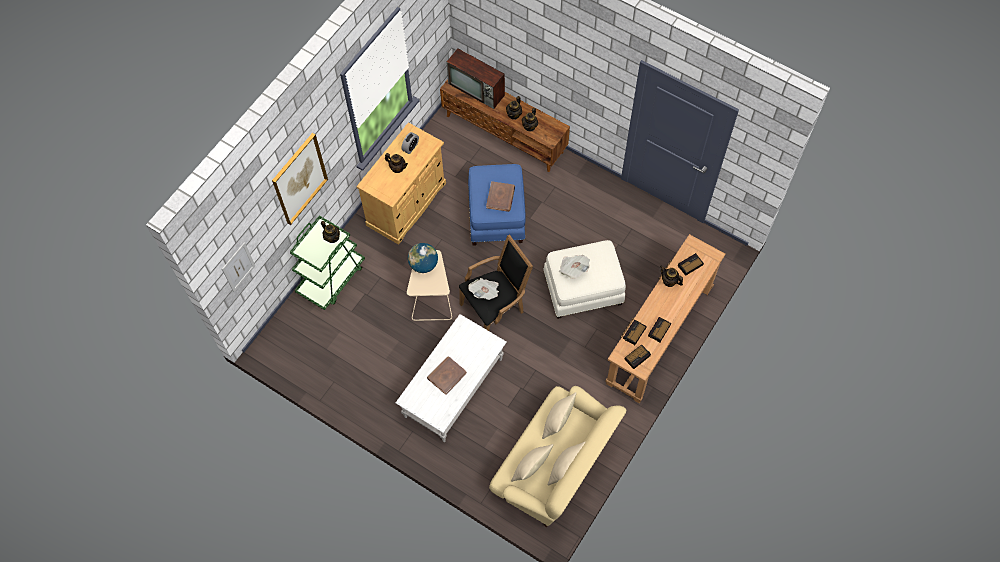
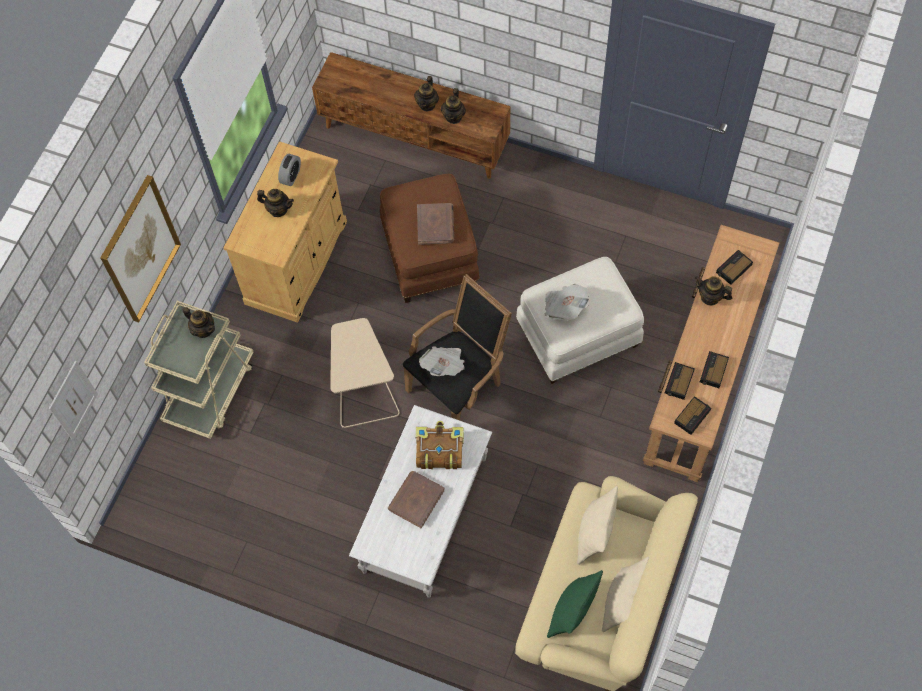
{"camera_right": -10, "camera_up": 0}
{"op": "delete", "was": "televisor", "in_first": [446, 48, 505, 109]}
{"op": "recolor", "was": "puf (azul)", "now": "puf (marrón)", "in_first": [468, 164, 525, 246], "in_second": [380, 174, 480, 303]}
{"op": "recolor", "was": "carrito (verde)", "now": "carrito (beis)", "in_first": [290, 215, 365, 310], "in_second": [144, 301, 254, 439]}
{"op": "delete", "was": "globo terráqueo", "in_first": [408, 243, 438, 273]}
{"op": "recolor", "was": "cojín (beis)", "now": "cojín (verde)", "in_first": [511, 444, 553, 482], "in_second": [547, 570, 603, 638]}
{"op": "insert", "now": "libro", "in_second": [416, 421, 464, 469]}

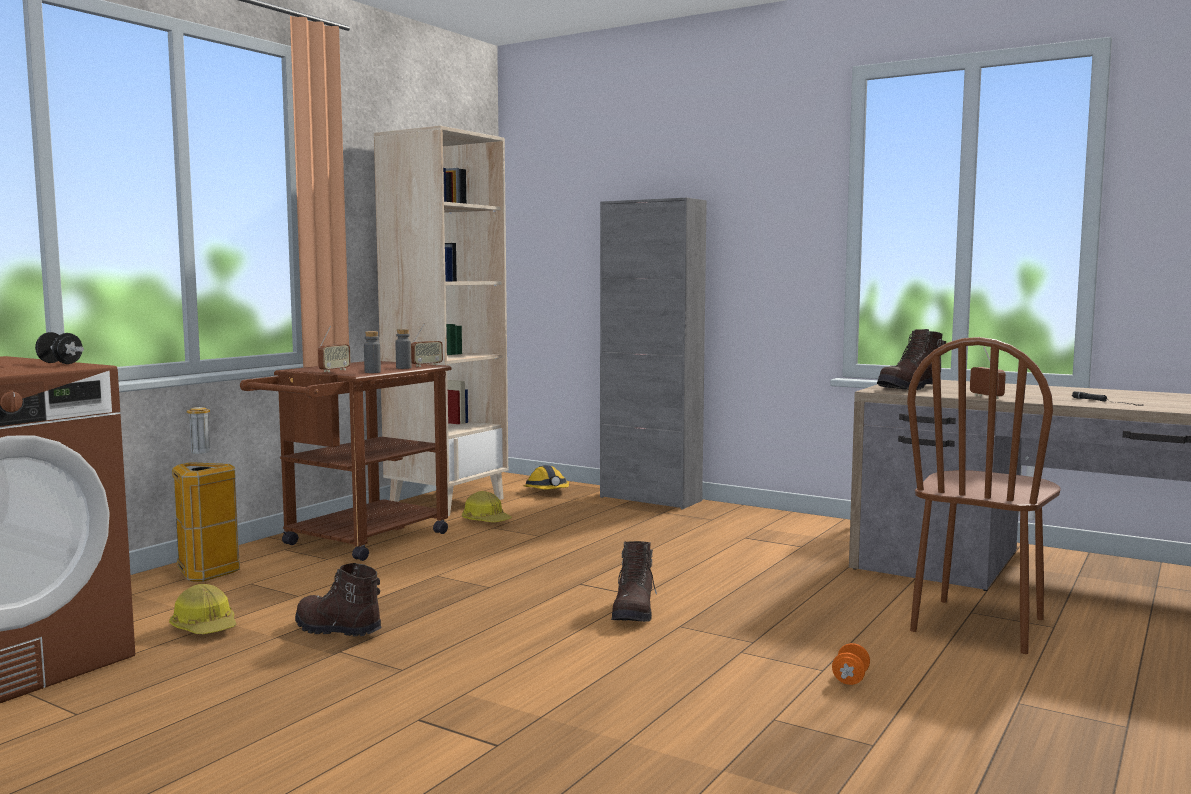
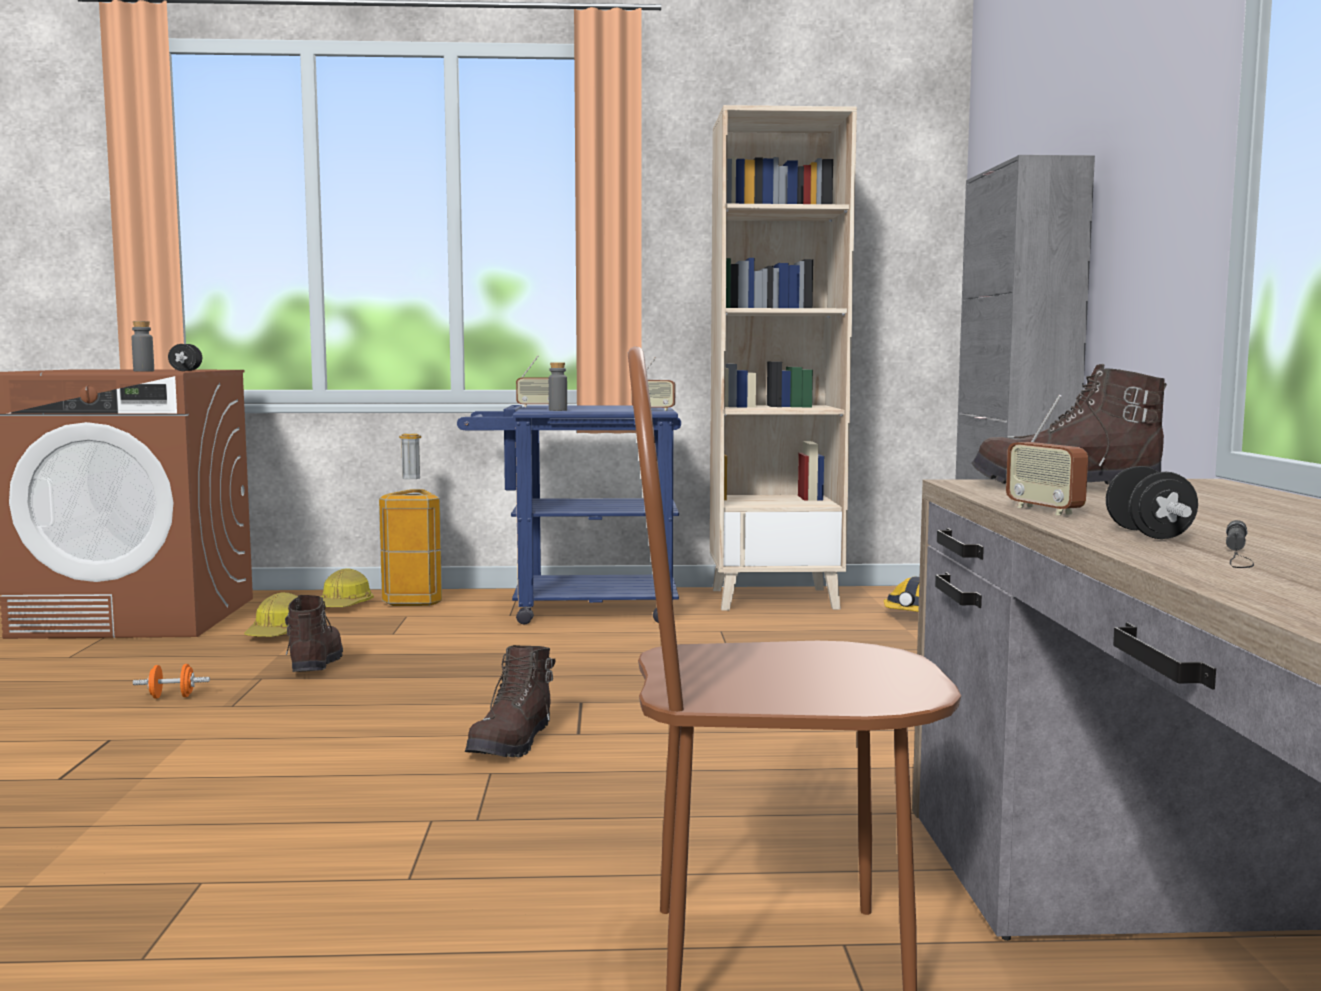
{"camera_right": 55, "camera_up": 0}
{"op": "move", "was": "botella (gris)", "in_first": [395, 329, 412, 369], "in_second": [132, 321, 154, 372]}
{"op": "rotate", "was": "radio", "in_first": [970, 347, 1006, 399], "in_second": [1006, 395, 1088, 515], "clockwise": 120}
{"op": "recolor", "was": "carrito (marrón)", "now": "carrito (azul)", "in_first": [240, 361, 451, 561], "in_second": [457, 405, 681, 624]}
{"op": "move", "was": "casco", "in_first": [462, 491, 512, 522], "in_second": [320, 568, 374, 607]}
{"op": "rotate", "was": "bota (marrón)", "in_first": [611, 541, 657, 622], "in_second": [465, 645, 556, 757], "clockwise": -45}
{"op": "move", "was": "mancuerna (naranja)", "in_first": [832, 643, 870, 685], "in_second": [133, 664, 210, 699]}
{"op": "insert", "now": "mancuerna (negro)", "in_second": [1106, 466, 1198, 539]}

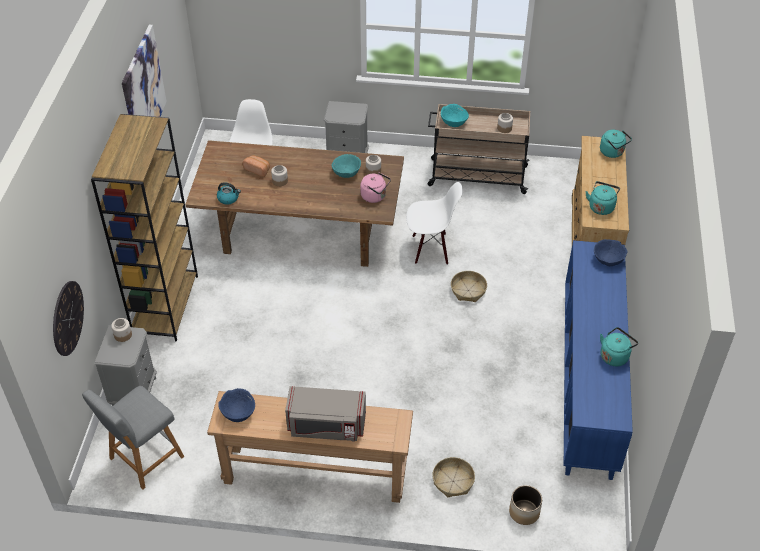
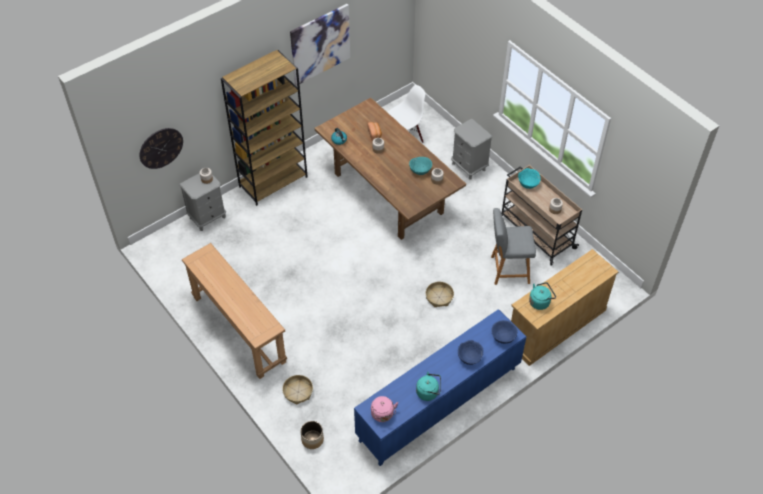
{"camera_right": 45, "camera_up": 5}
{"op": "delete", "was": "hervidor (turquesa)", "in_first": [600, 130, 632, 158]}
{"op": "move", "was": "hervidor (rosa)", "in_first": [360, 172, 391, 203], "in_second": [371, 396, 398, 422]}
{"op": "delete", "was": "silla (blanco)", "in_first": [406, 182, 463, 265]}
{"op": "move", "was": "taburete (gris)", "in_first": [82, 386, 184, 490], "in_second": [491, 208, 536, 285]}
{"op": "delete", "was": "microondas (gris)", "in_first": [285, 386, 366, 442]}
{"op": "move", "was": "cuenco (azul)", "in_first": [218, 388, 255, 422], "in_second": [458, 340, 484, 365]}

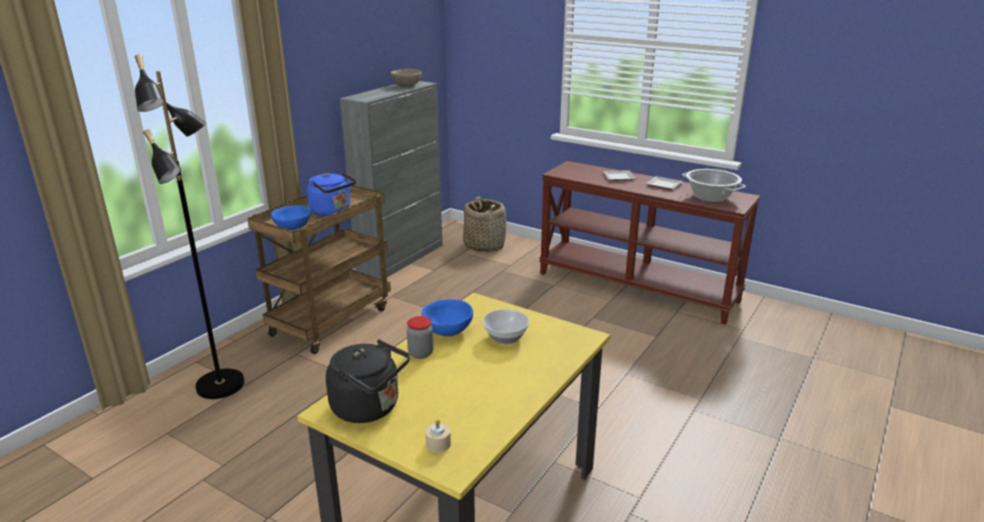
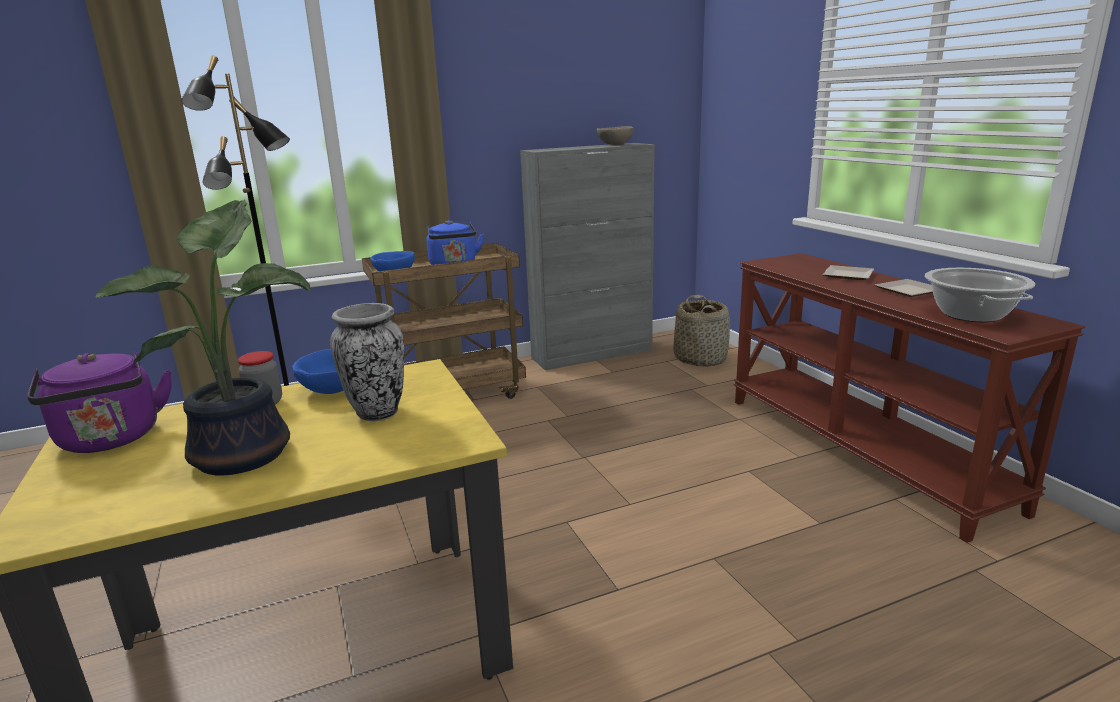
{"camera_right": 35, "camera_up": -5}
{"op": "replace", "was": "cuenco", "now": "florero", "in_first": [483, 309, 529, 344], "in_second": [330, 303, 404, 421]}
{"op": "recolor", "was": "hervidor (negro)", "now": "hervidor (morado)", "in_first": [326, 339, 410, 423], "in_second": [27, 351, 172, 453]}
{"op": "delete", "was": "vela (beis)", "in_first": [425, 420, 451, 453]}
{"op": "insert", "now": "planta en maceta", "in_second": [95, 199, 311, 475]}

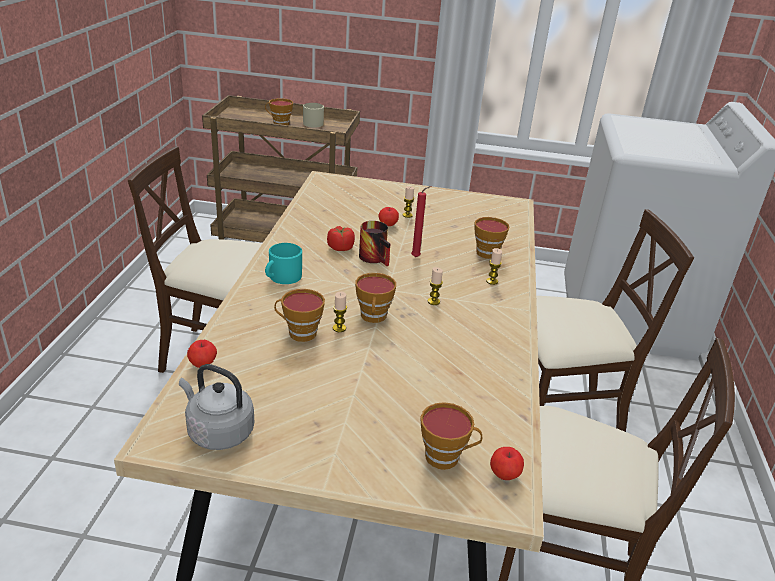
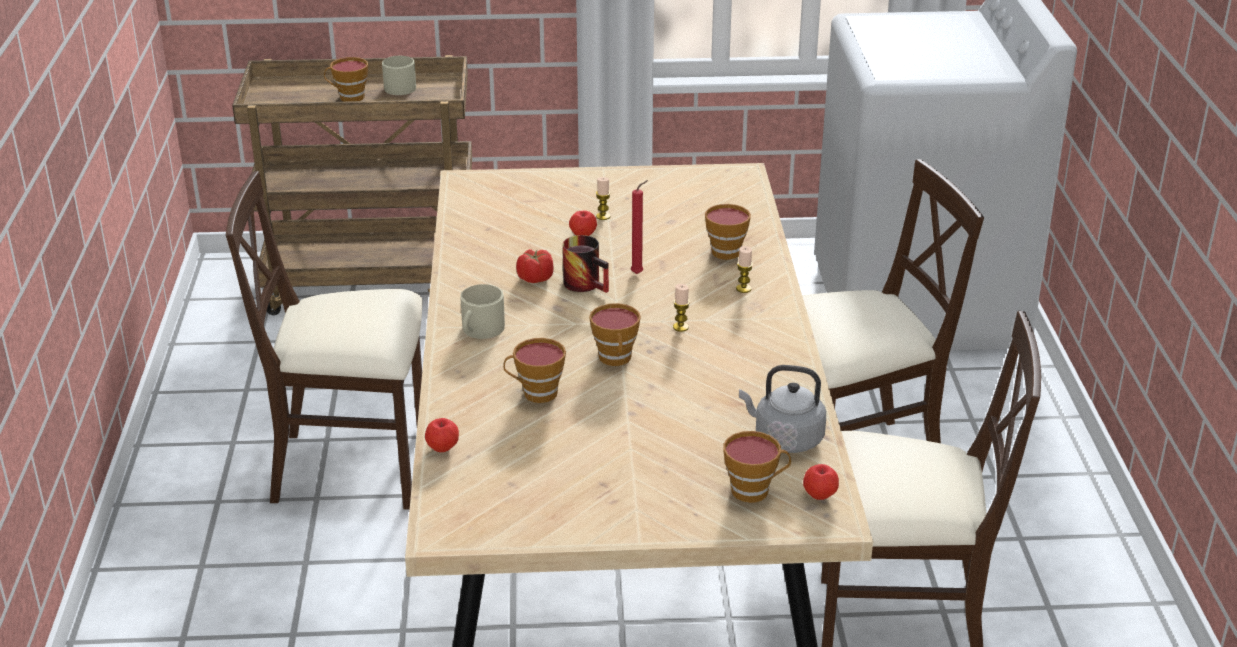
{"camera_right": -10, "camera_up": 0}
{"op": "recolor", "was": "taza grande (turquesa)", "now": "taza grande (beis)", "in_first": [265, 243, 302, 284], "in_second": [460, 284, 505, 339]}
{"op": "delete", "was": "vela", "in_first": [333, 292, 347, 332]}
{"op": "move", "was": "hervidor (gris)", "in_first": [179, 364, 255, 450], "in_second": [739, 365, 826, 453]}

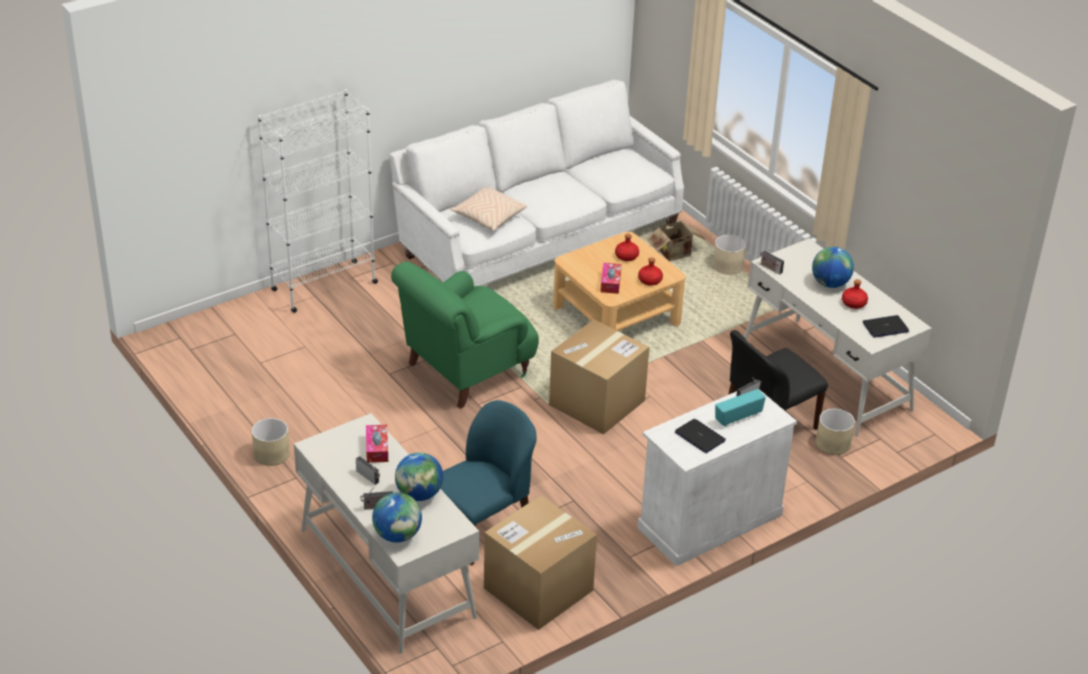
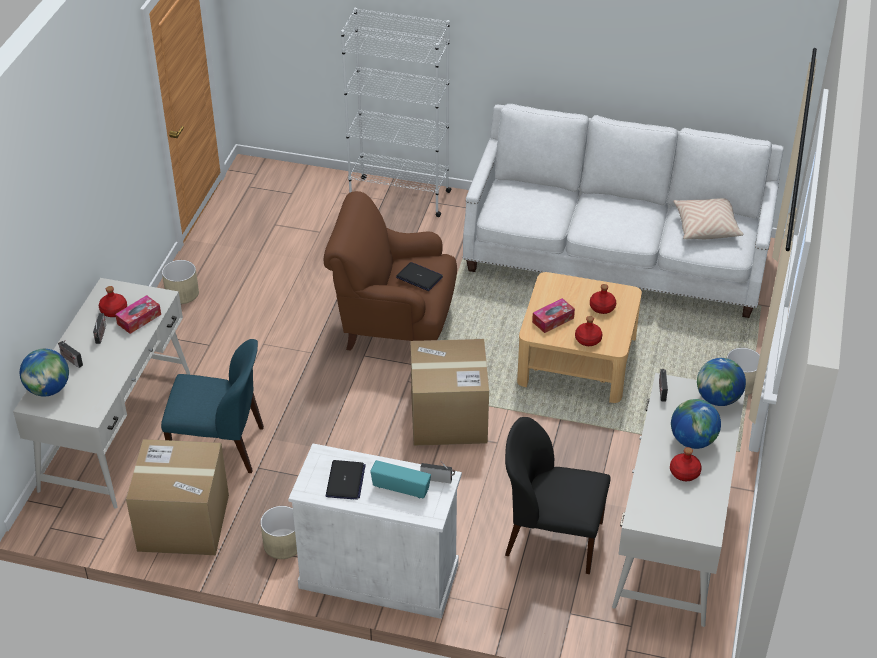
{"camera_right": 50, "camera_up": 5}
{"op": "move", "was": "cojín (beis)", "in_first": [450, 187, 527, 231], "in_second": [673, 198, 743, 239]}
{"op": "delete", "was": "caja de cartón", "in_first": [646, 220, 704, 261]}
{"op": "recolor", "was": "sillón (verde)", "now": "sillón (marrón)", "in_first": [391, 261, 539, 409], "in_second": [324, 191, 457, 351]}
{"op": "move", "was": "portátil", "in_first": [863, 315, 909, 338], "in_second": [396, 262, 443, 291]}
{"op": "move", "was": "maceta (beis)", "in_first": [816, 408, 855, 455], "in_second": [260, 506, 297, 559]}
{"op": "move", "was": "globo terráqueo", "in_first": [395, 452, 443, 501], "in_second": [697, 358, 746, 406]}
{"op": "insert", "now": "botella (rojo)", "in_second": [99, 286, 127, 317]}

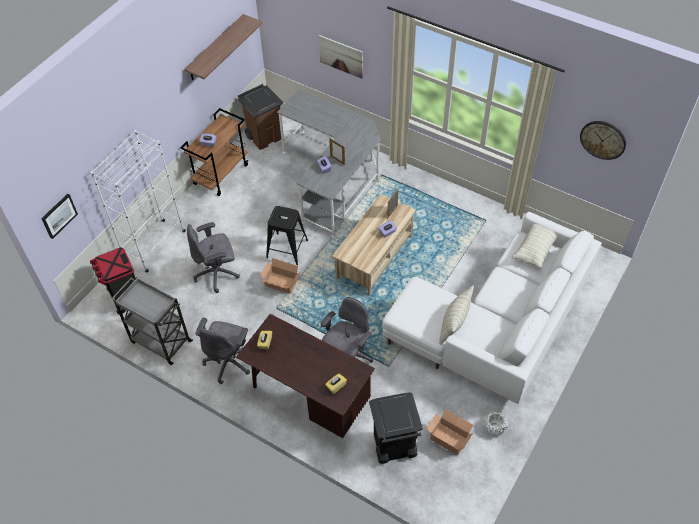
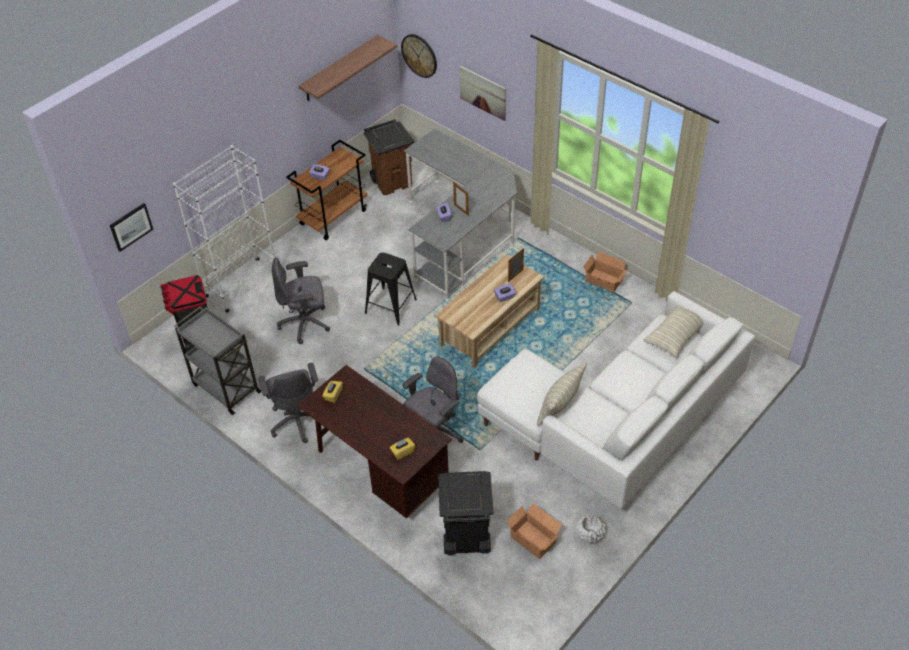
{"camera_right": 10, "camera_up": -5}
{"op": "move", "was": "reloj de pared", "in_first": [580, 121, 626, 160], "in_second": [401, 34, 437, 78]}
{"op": "move", "was": "caja de cartón", "in_first": [260, 258, 301, 294], "in_second": [583, 251, 629, 292]}
{"op": "rotate", "was": "silla de oficina (gris)", "in_first": [195, 318, 250, 384], "in_second": [258, 363, 318, 443], "clockwise": -45}

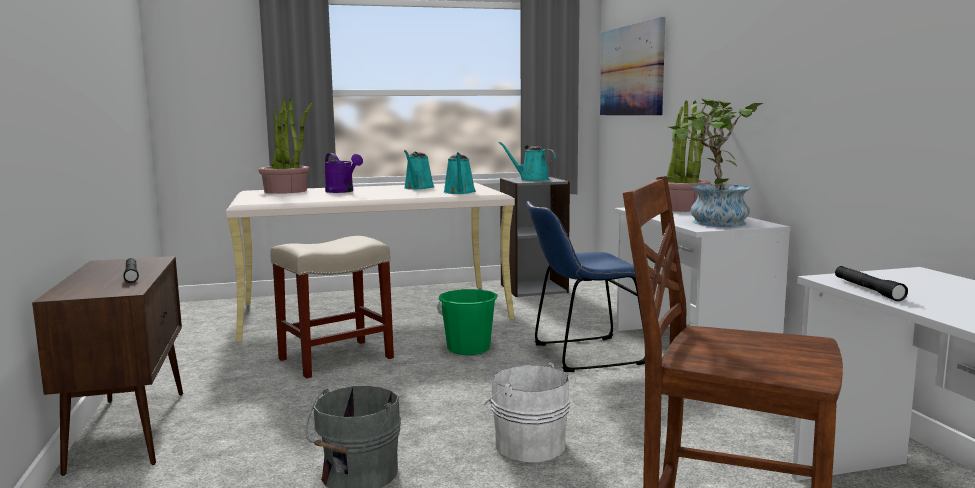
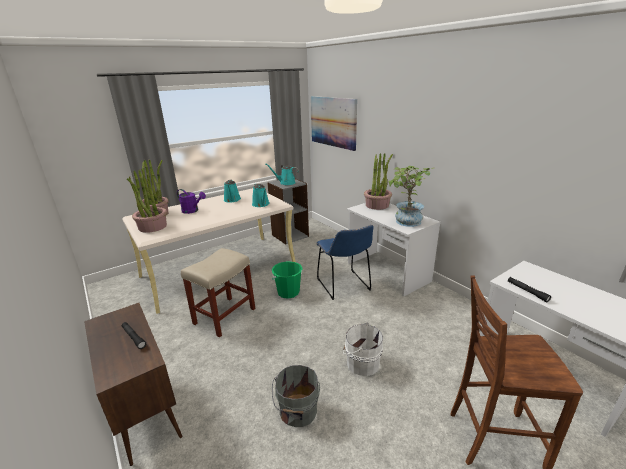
{"camera_right": -20, "camera_up": 15}
{"op": "rotate", "was": "silla (azul)", "in_first": [526, 201, 645, 372], "in_second": [317, 225, 374, 300], "clockwise": -75}
{"op": "insert", "now": "planta en maceta", "in_second": [127, 170, 167, 233]}

